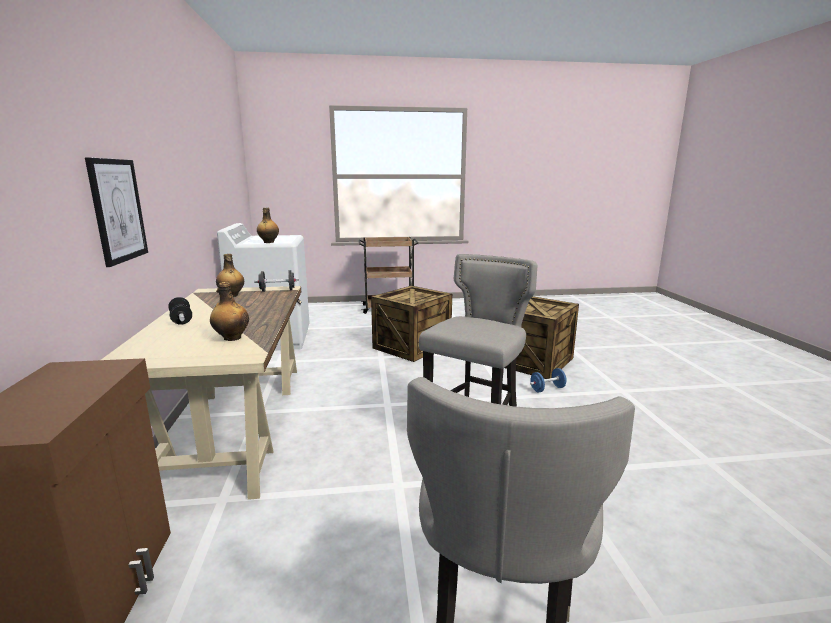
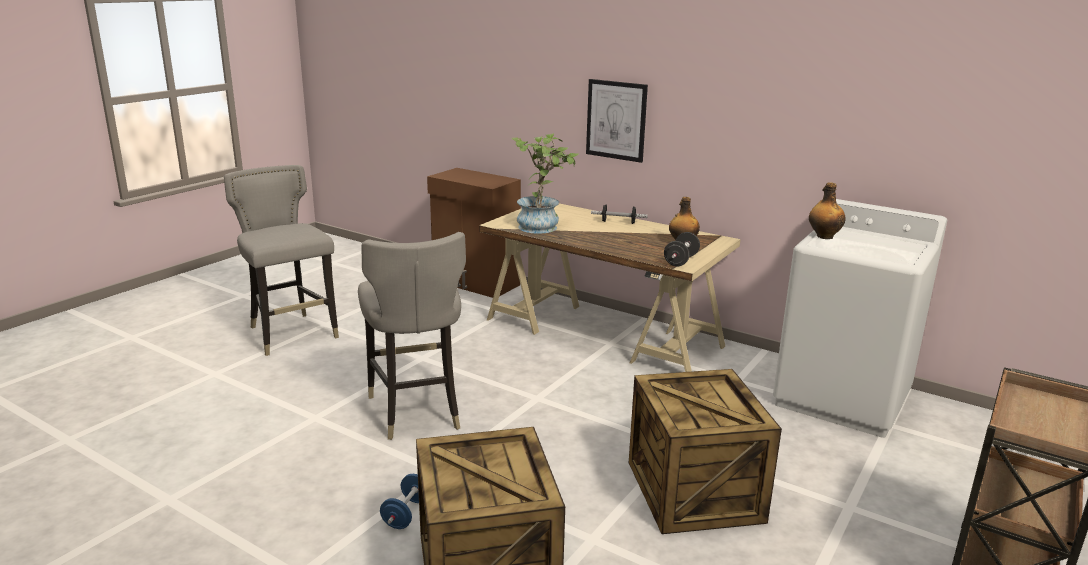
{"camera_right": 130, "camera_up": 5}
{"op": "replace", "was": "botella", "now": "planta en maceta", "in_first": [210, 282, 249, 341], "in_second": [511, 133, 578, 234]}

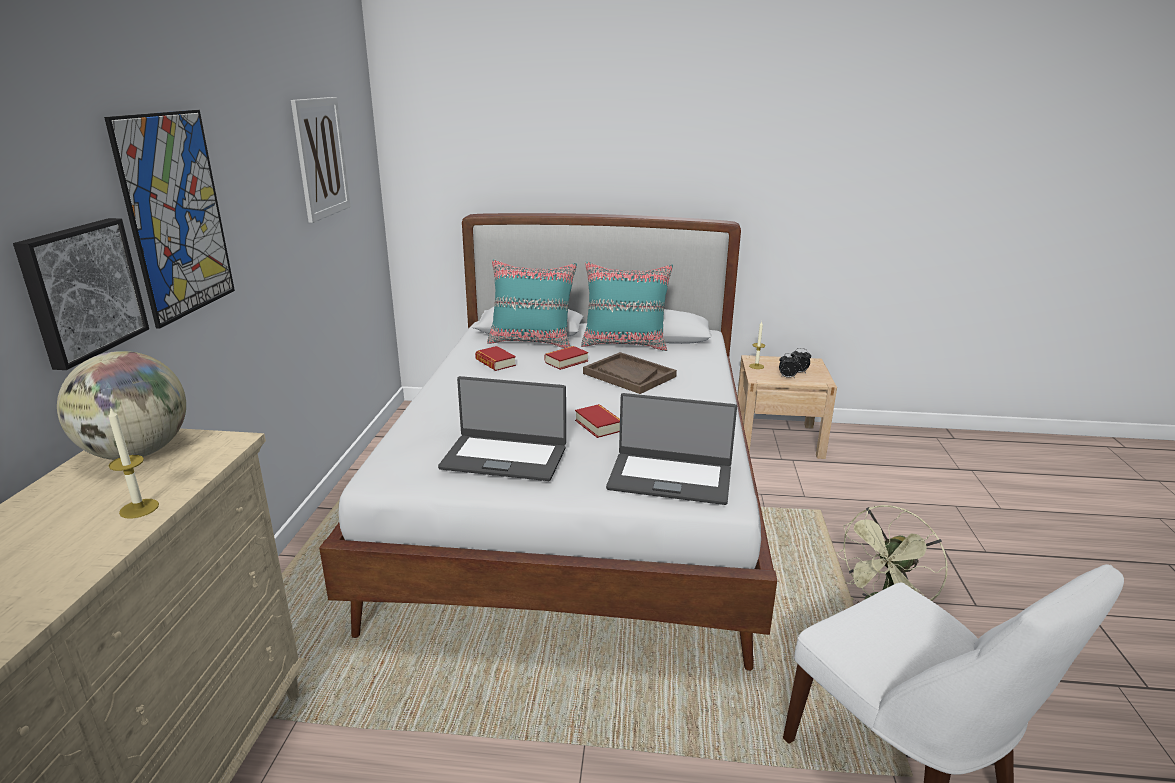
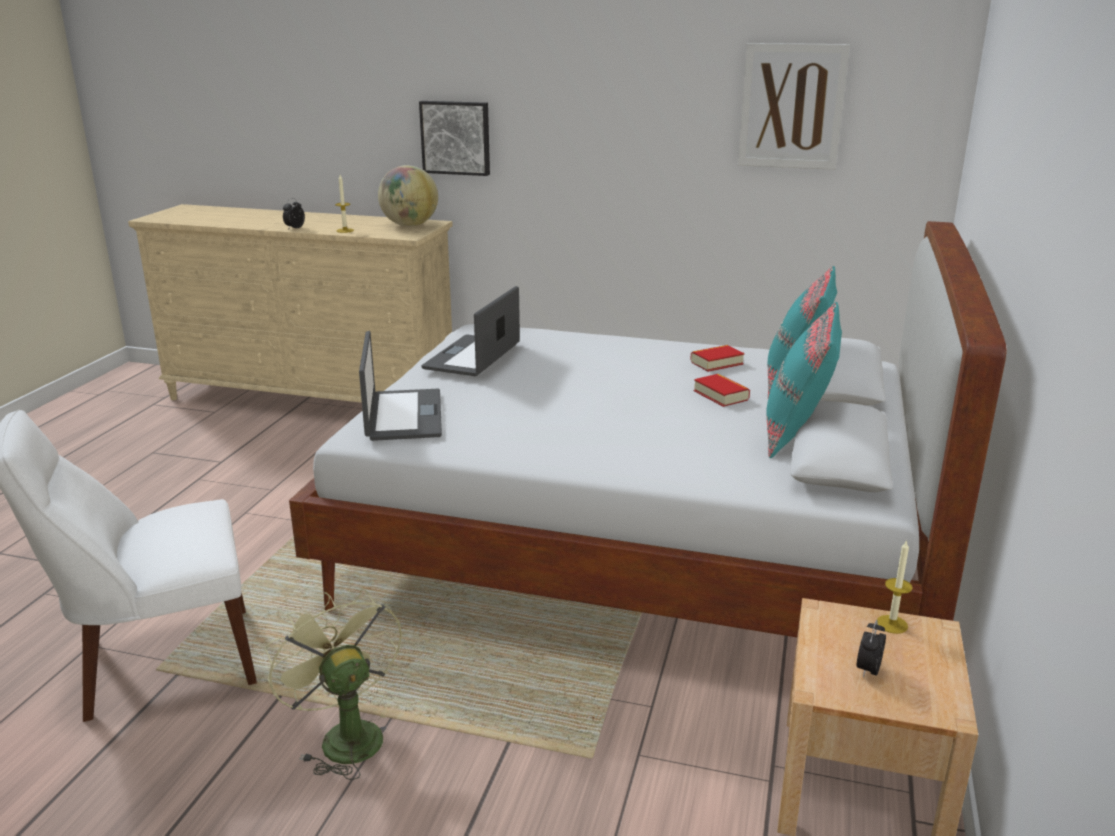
{"camera_right": 100, "camera_up": 0}
{"op": "delete", "was": "cuadro", "in_first": [104, 110, 235, 329]}
{"op": "delete", "was": "bandeja (marrón)", "in_first": [583, 352, 677, 394]}
{"op": "move", "was": "despertador", "in_first": [779, 353, 800, 379], "in_second": [283, 198, 305, 230]}
{"op": "rotate", "was": "portátil", "in_first": [606, 393, 737, 505], "in_second": [359, 331, 442, 441], "clockwise": 150}
{"op": "delete", "was": "libro", "in_first": [575, 404, 620, 438]}

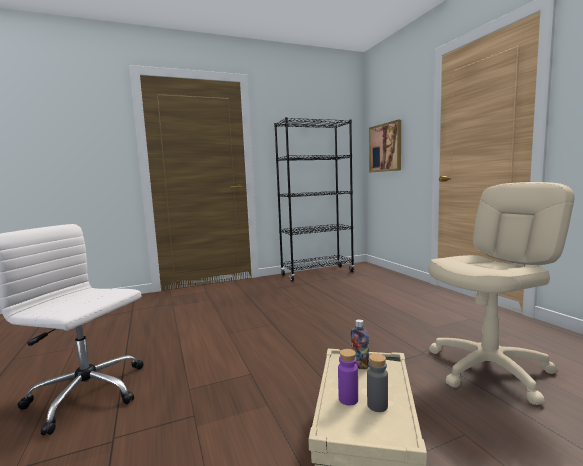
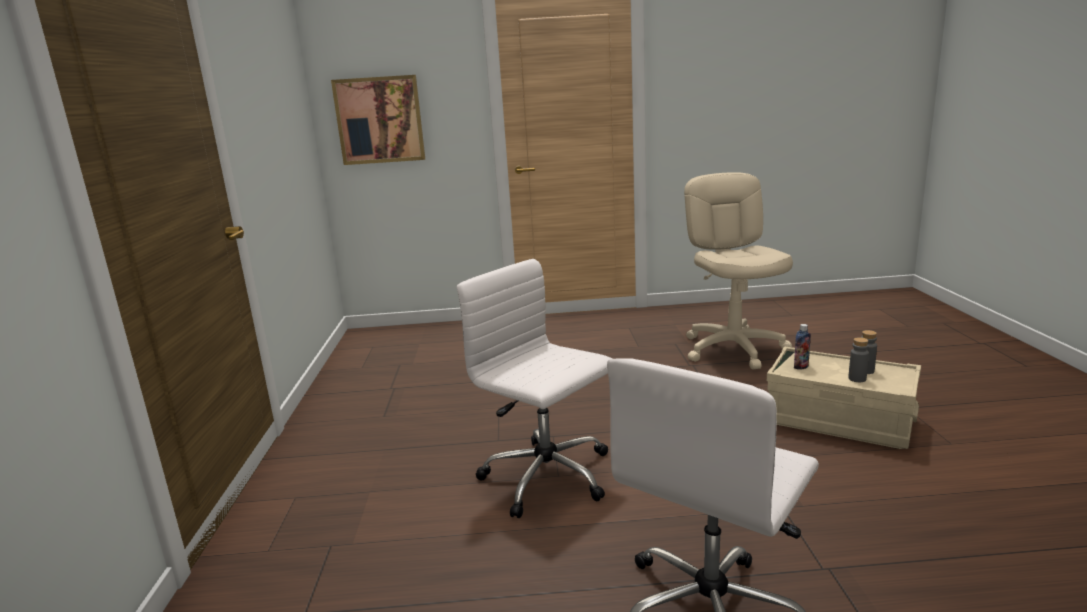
{"camera_right": -70, "camera_up": 10}
{"op": "delete", "was": "estantería (negro)", "in_first": [274, 117, 354, 282]}
{"op": "recolor", "was": "botella (morado)", "now": "botella (gris)", "in_first": [338, 349, 358, 406], "in_second": [848, 337, 869, 382]}
{"op": "insert", "now": "silla de oficina (blanco)", "in_second": [457, 259, 612, 518]}

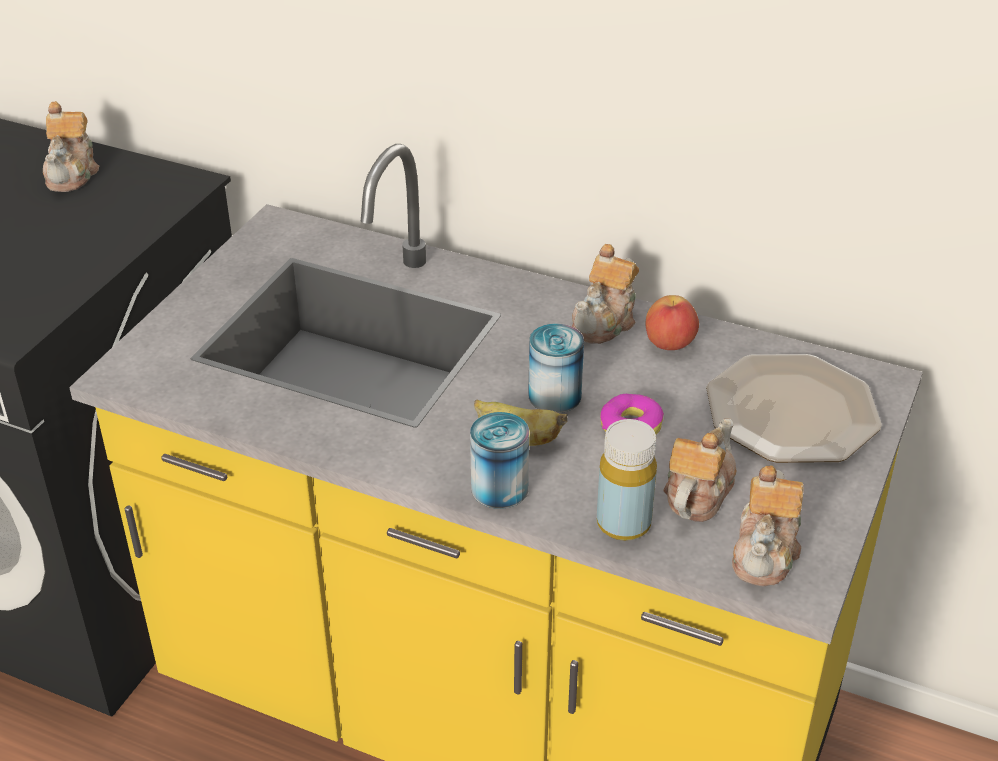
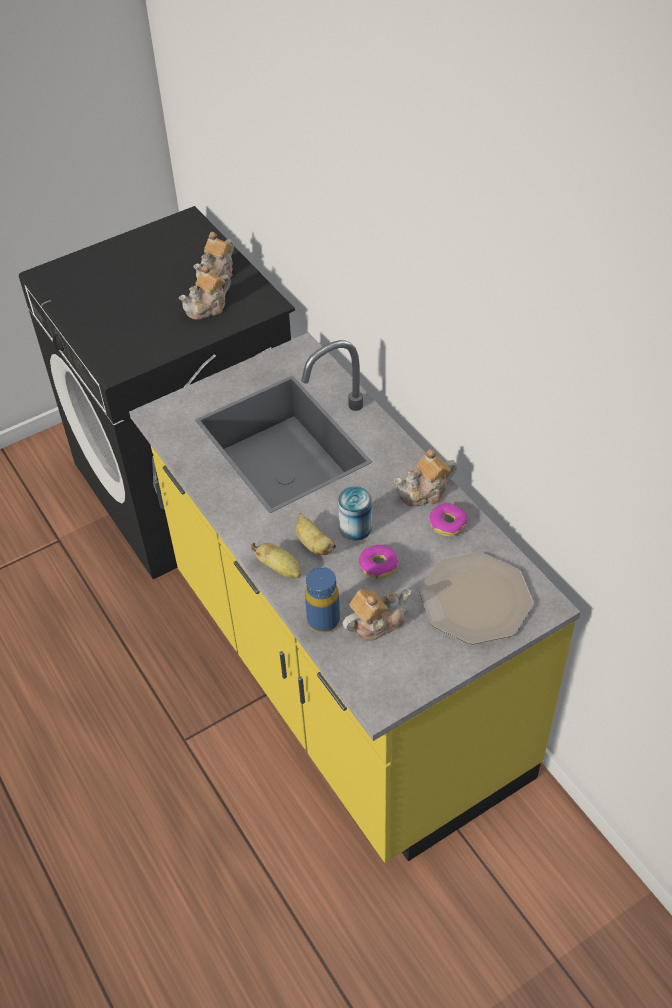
{"camera_right": 35, "camera_up": 10}
{"op": "replace", "was": "manzana", "now": "rosquilla", "in_first": [646, 295, 699, 350], "in_second": [429, 503, 467, 537]}
{"op": "replace", "was": "lata", "now": "plátano", "in_first": [470, 412, 529, 509], "in_second": [251, 542, 301, 578]}
{"op": "recolor", "was": "botella (amarillo)", "now": "botella (azul)", "in_first": [597, 419, 657, 541], "in_second": [305, 567, 340, 633]}
{"op": "move", "was": "tetera", "in_first": [732, 465, 804, 586], "in_second": [179, 265, 231, 320]}

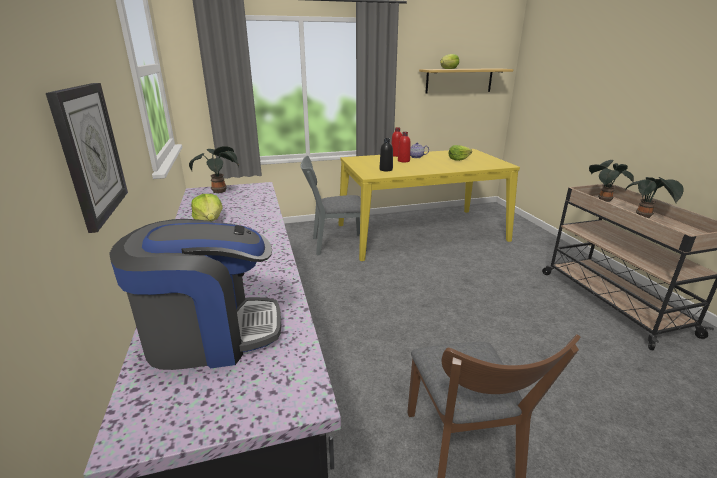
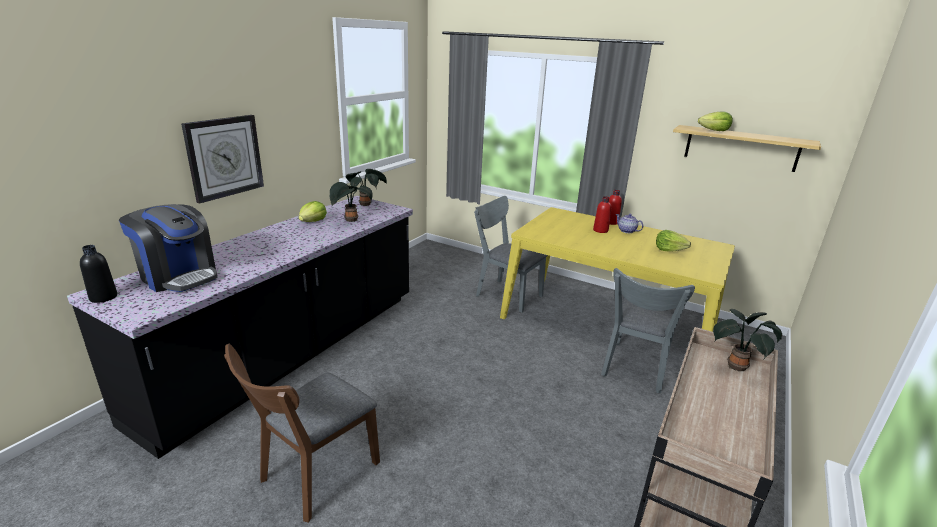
{"camera_right": 45, "camera_up": 0}
{"op": "move", "was": "botella (negro)", "in_first": [380, 138, 393, 171], "in_second": [80, 245, 117, 303]}
{"op": "move", "was": "planta en maceta", "in_first": [625, 177, 684, 218], "in_second": [330, 182, 373, 222]}
{"op": "insert", "now": "silla (gris)", "in_second": [601, 268, 695, 393]}

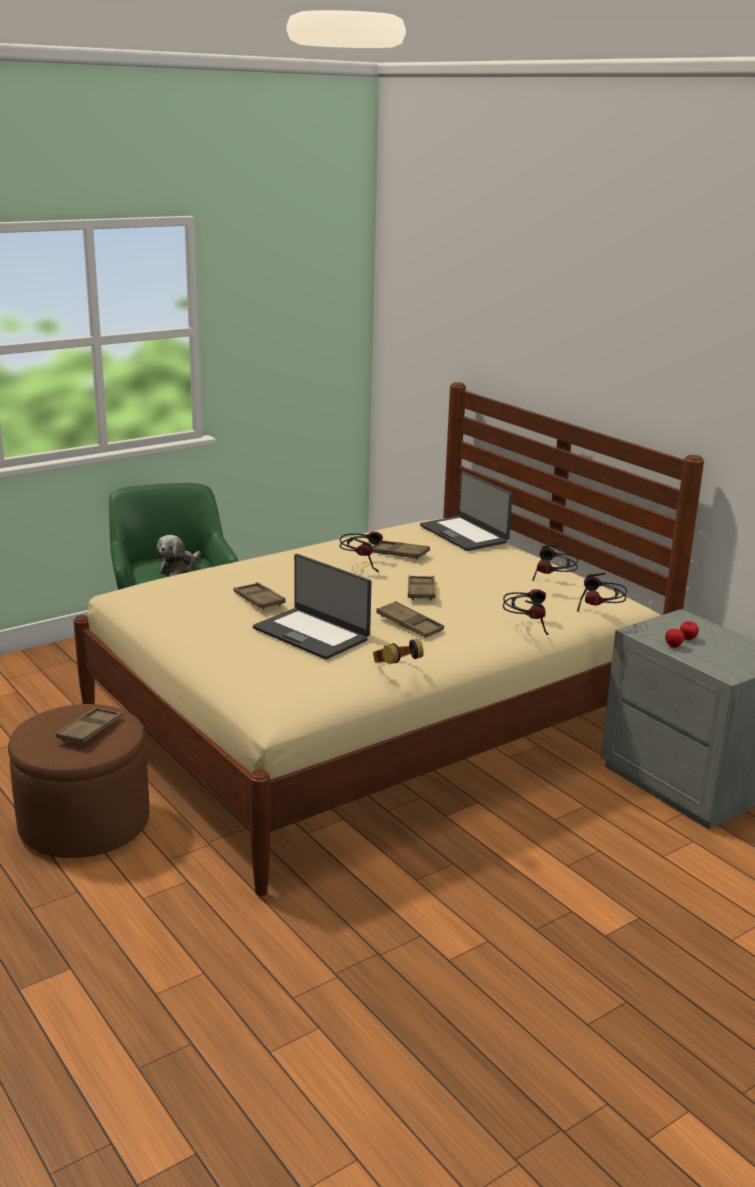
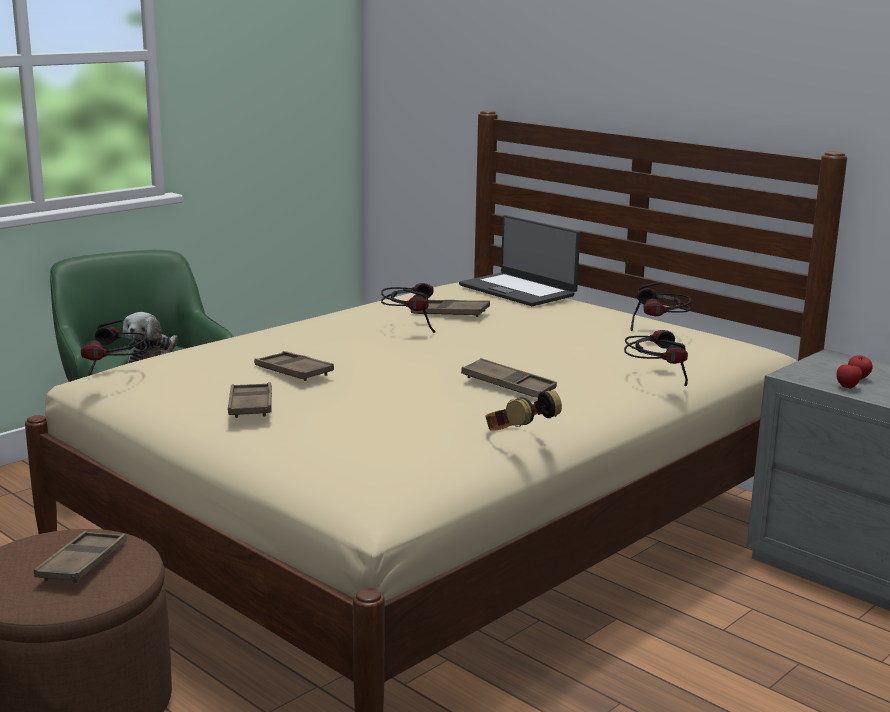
{"camera_right": -10, "camera_up": -5}
{"op": "delete", "was": "portátil", "in_first": [253, 554, 372, 659]}
{"op": "move", "was": "auriculares", "in_first": [577, 573, 627, 612], "in_second": [81, 319, 147, 376]}
{"op": "move", "was": "bandeja (marrón)", "in_first": [408, 575, 436, 600], "in_second": [228, 382, 272, 418]}

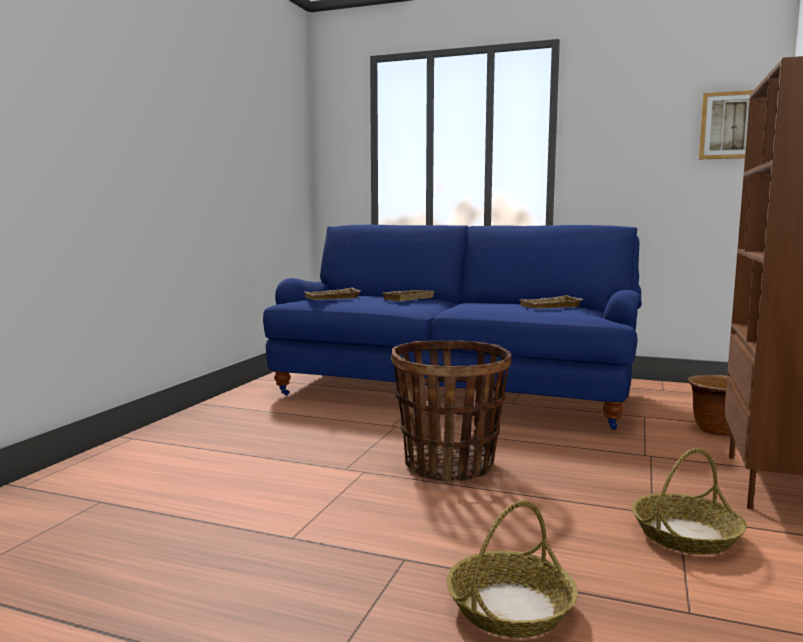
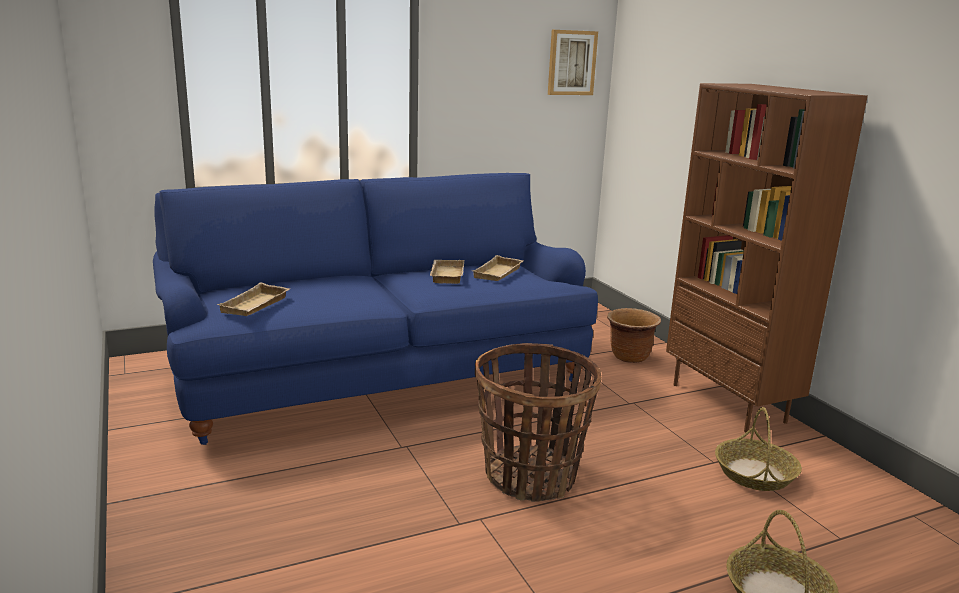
{"camera_right": -45, "camera_up": 10}
{"op": "move", "was": "bandeja (beis)", "in_first": [380, 290, 434, 301], "in_second": [430, 260, 464, 284]}

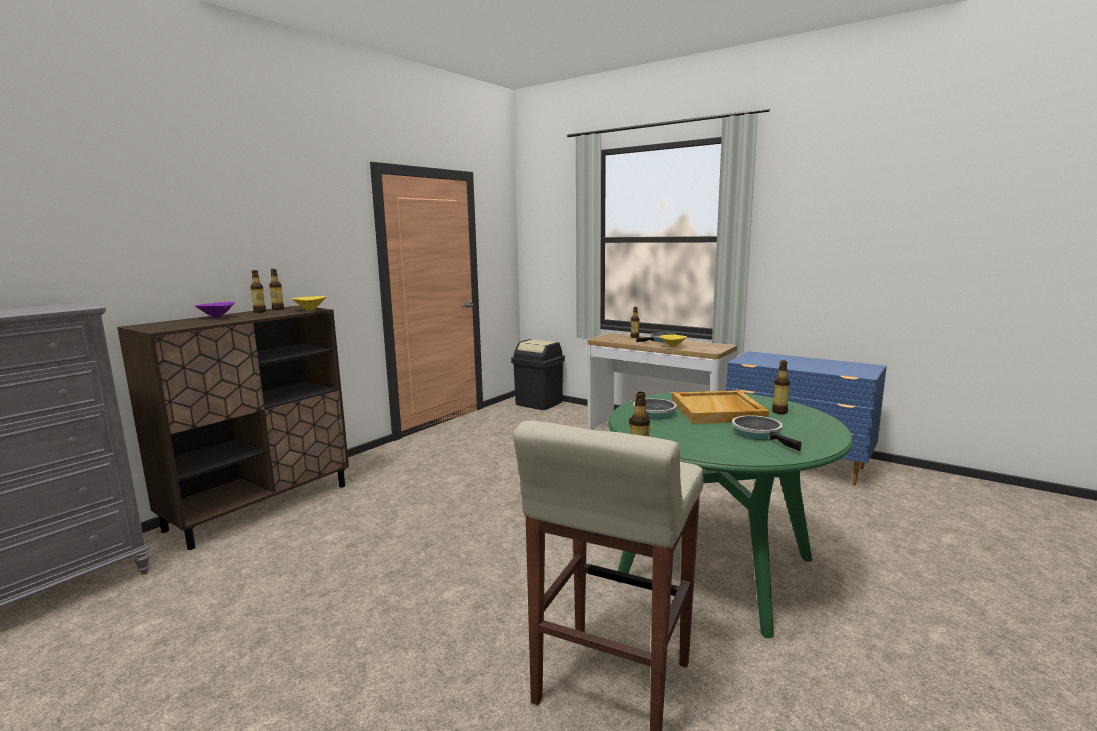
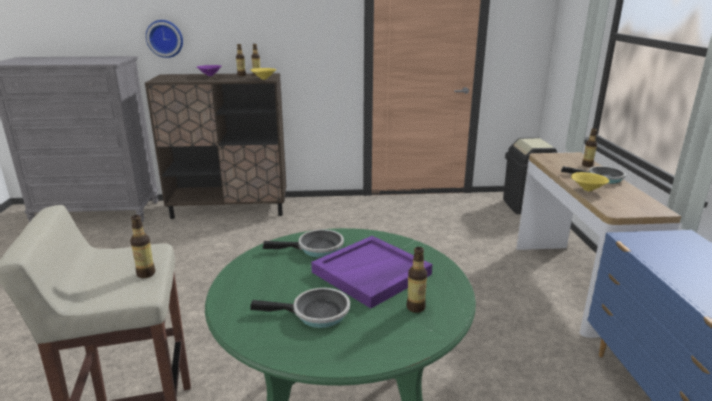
{"camera_right": 50, "camera_up": 10}
{"op": "recolor", "was": "bandeja (beis)", "now": "bandeja (morado)", "in_first": [672, 390, 769, 424], "in_second": [311, 236, 432, 308]}
{"op": "rotate", "was": "sartén", "in_first": [732, 415, 802, 451], "in_second": [250, 288, 350, 328], "clockwise": 60}
{"op": "insert", "now": "reloj de pared", "in_second": [146, 20, 183, 58]}

